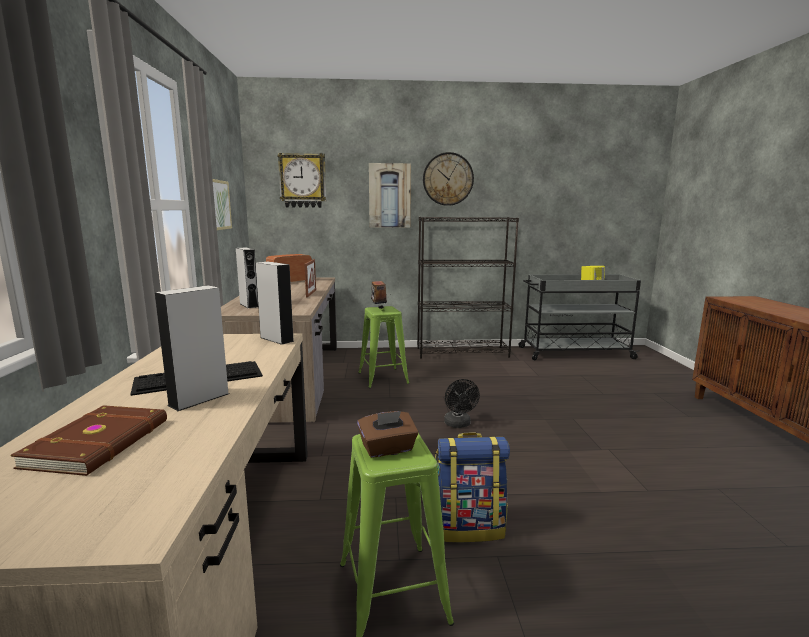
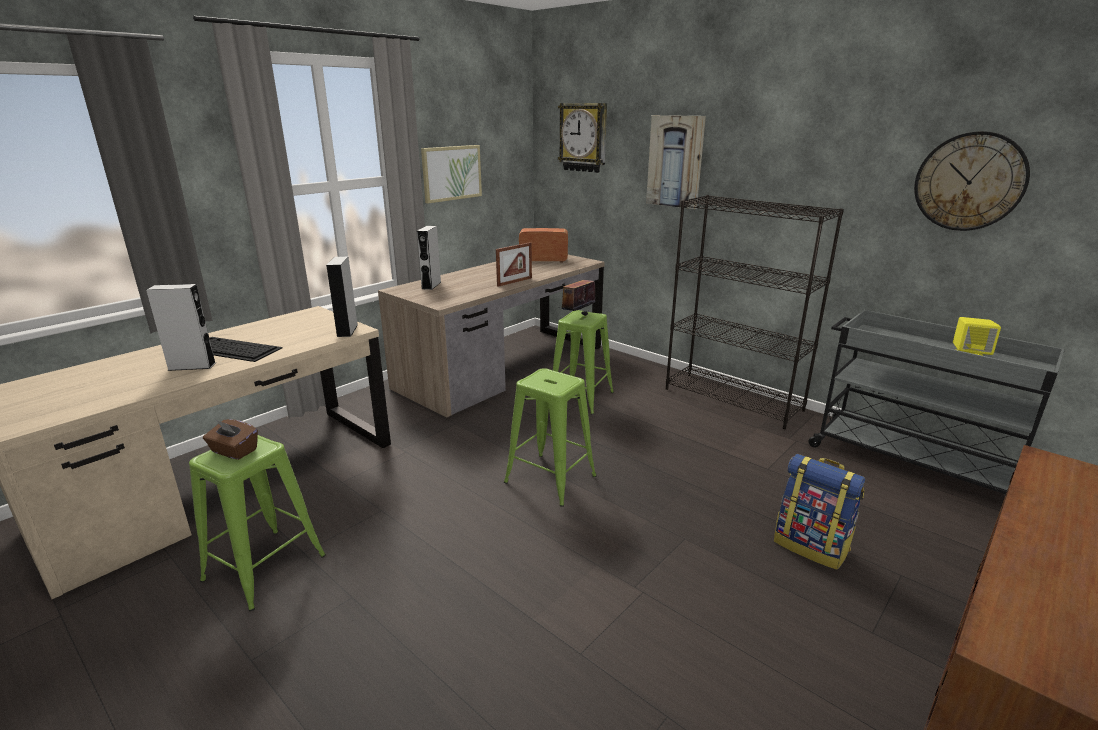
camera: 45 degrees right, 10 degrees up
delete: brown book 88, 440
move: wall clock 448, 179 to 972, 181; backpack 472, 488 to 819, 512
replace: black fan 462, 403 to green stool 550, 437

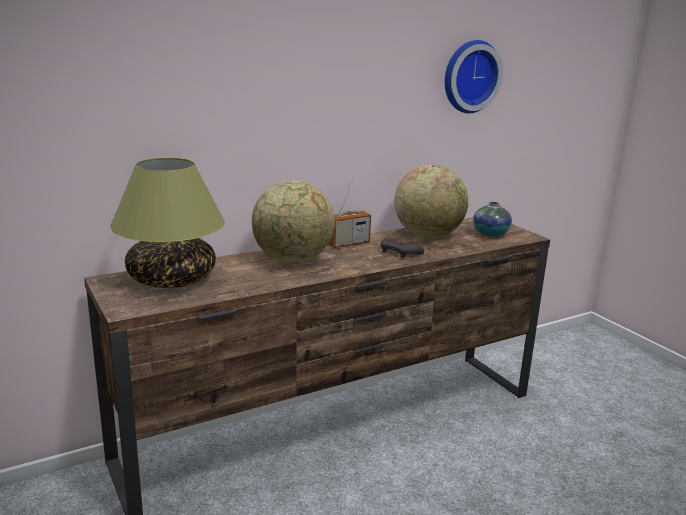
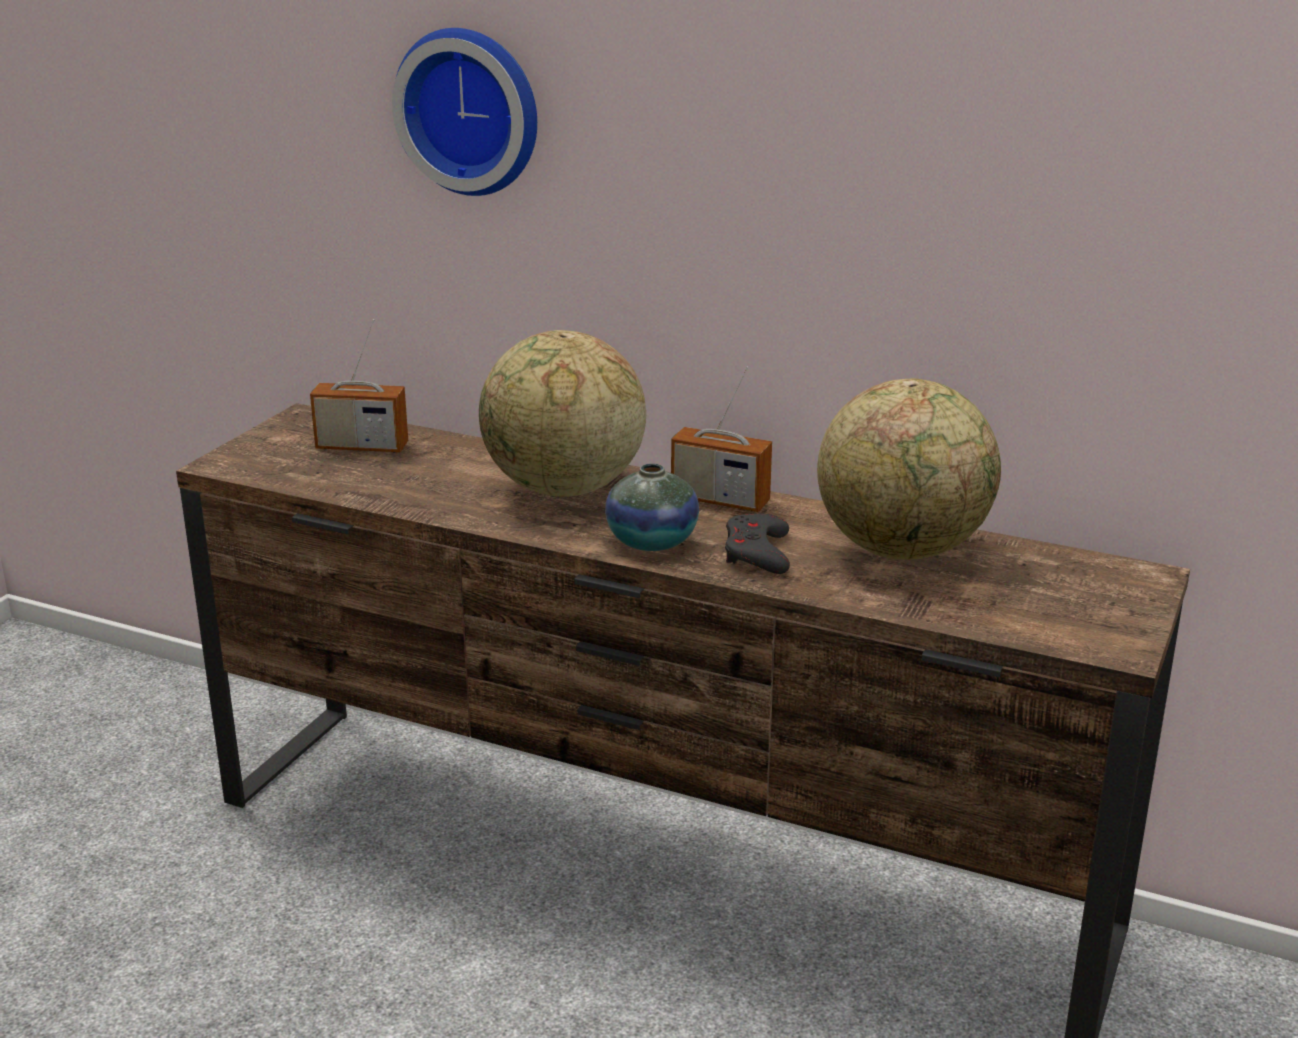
camera: 55 degrees right, 5 degrees up
move: wall clock 474, 76 to 464, 112; vase 492, 219 to 652, 507
replace: table lamp 167, 223 to radio 359, 386

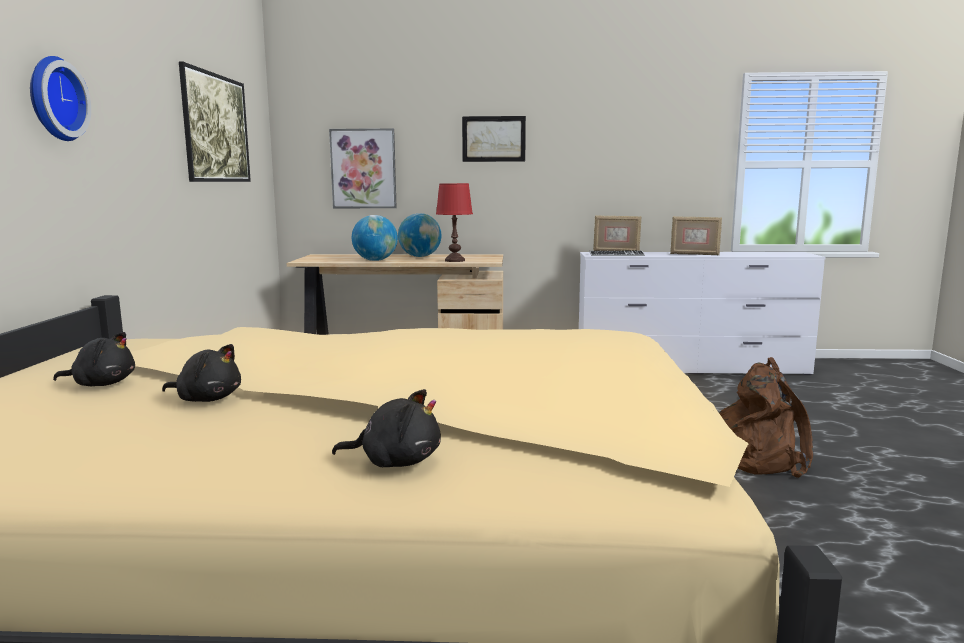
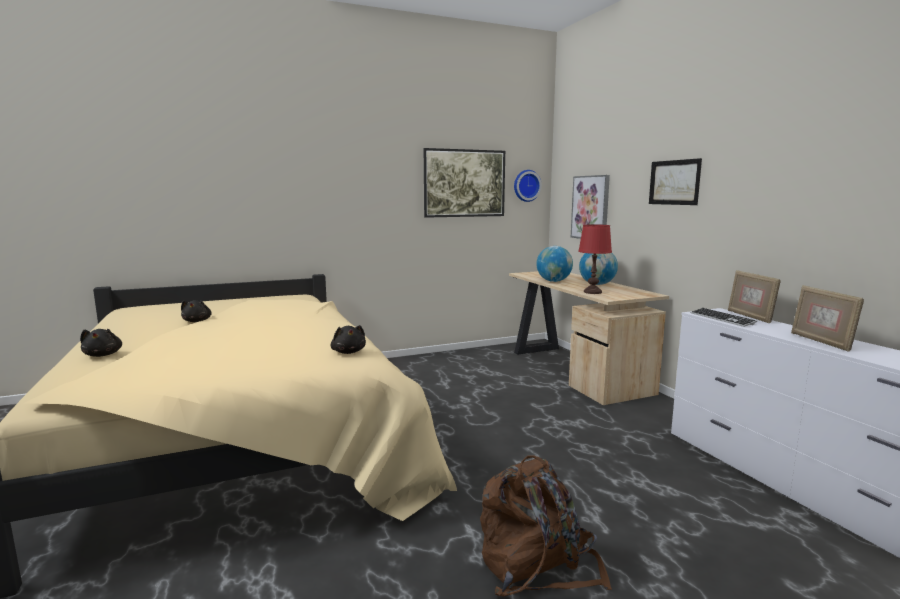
camera: 65 degrees right, 0 degrees up
move: wall clock 60, 98 to 528, 186; black plush toy 94, 359 to 348, 339

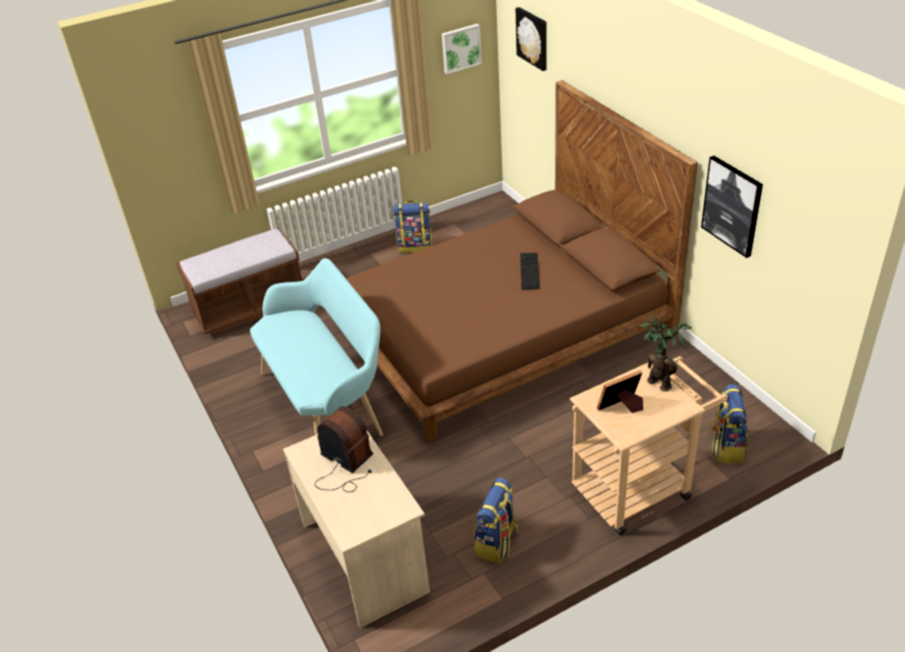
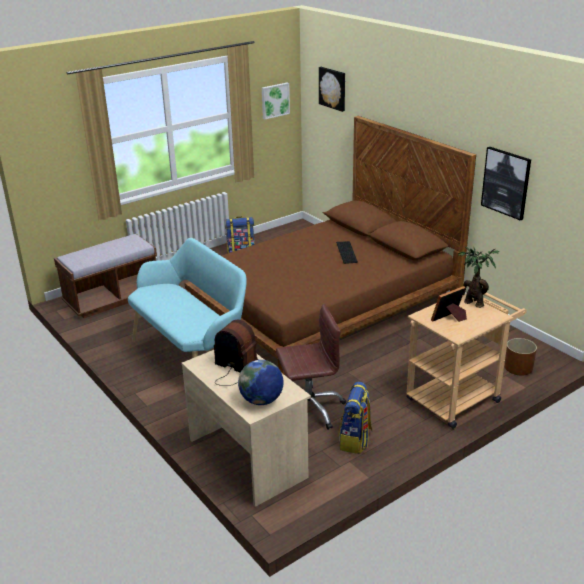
camera: 10 degrees left, 10 degrees down
insert: globe 261, 382; brown office chair 311, 367
replace: backpack 728, 423 to brown planter 520, 356

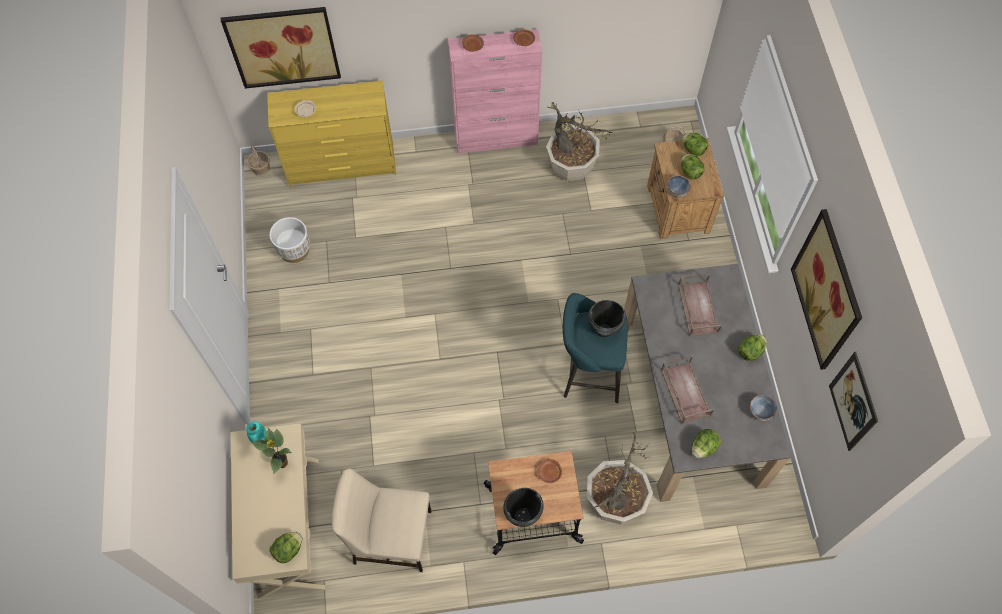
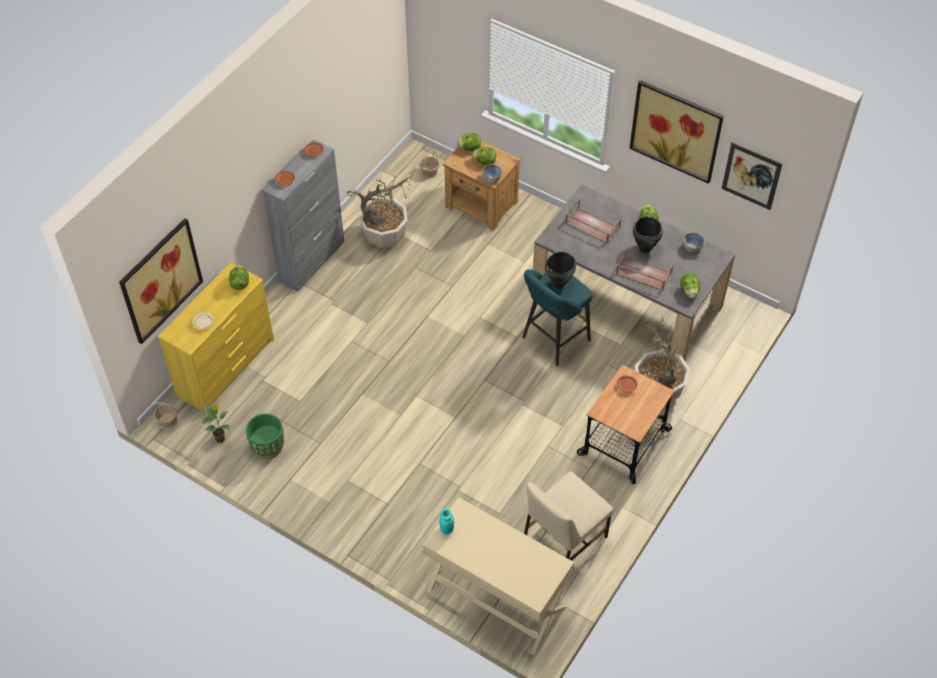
camera: 50 degrees left, 10 degrees down
move: potted plant 271, 451 to 216, 424; lettuce 286, 547 to 239, 277; black cooking pot 523, 507 to 648, 234
recolor: white planter 290, 240 to green planter 265, 436; pink cabinet 495, 92 to grey cabinet 303, 215

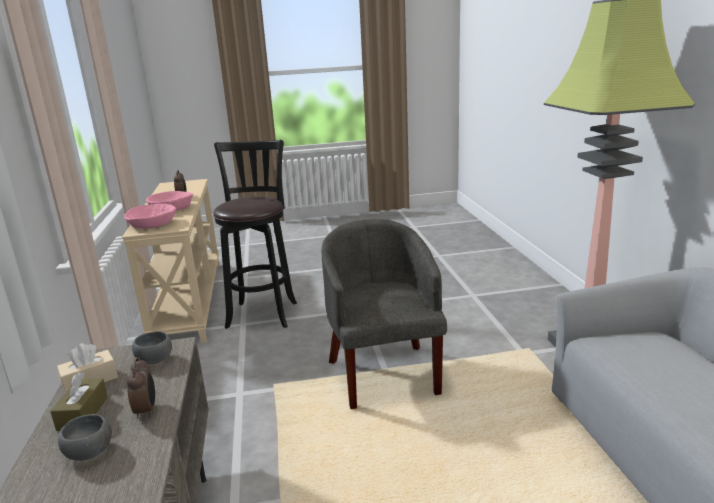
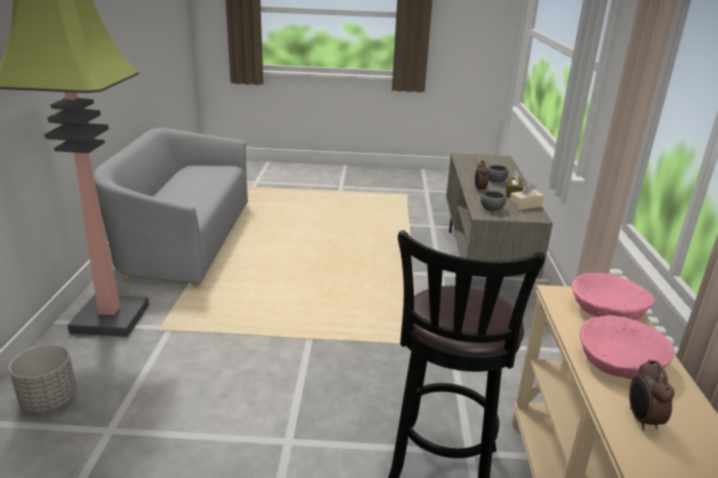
camera: 170 degrees left, 5 degrees up
delete: grey armchair 384, 314
insert: grey planter 43, 378

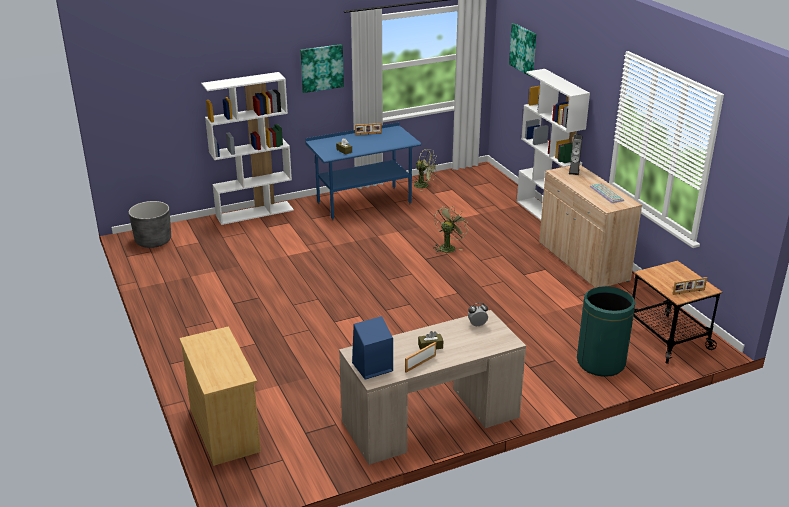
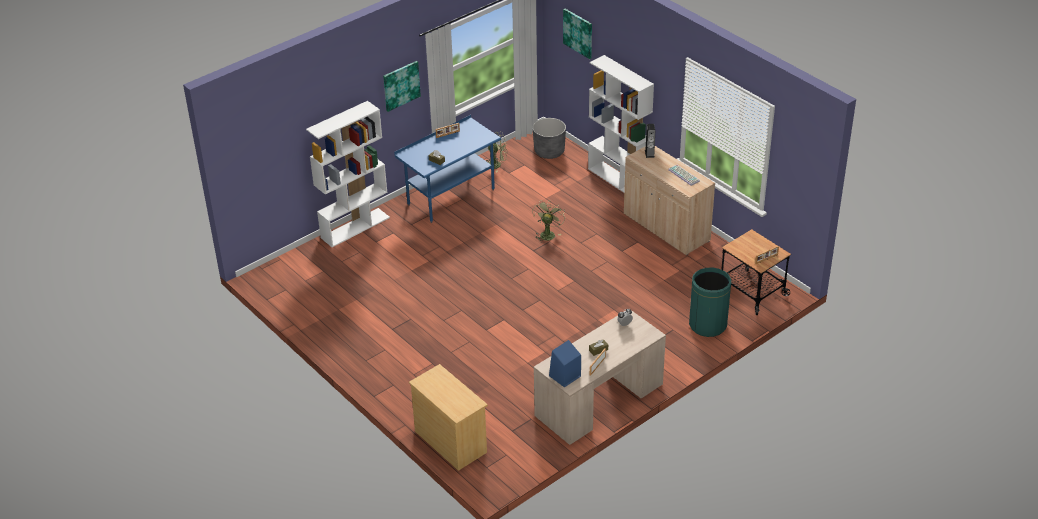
camera: 15 degrees left, 10 degrees up
move: grey planter 150, 224 to 549, 138

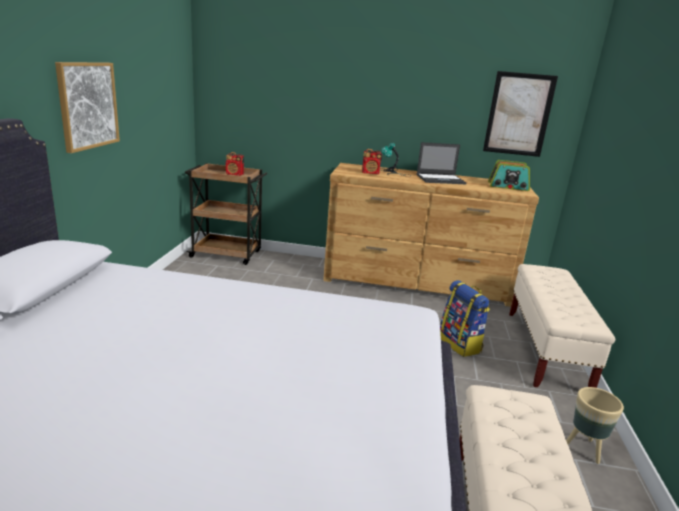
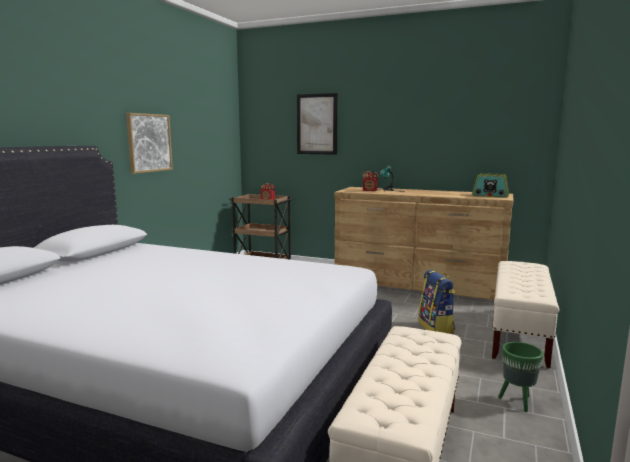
camera: 15 degrees right, 10 degrees down
delete: laptop 441, 163
move: picture 520, 114 to 317, 124
recolor: beige planter 595, 425 to green planter 520, 377

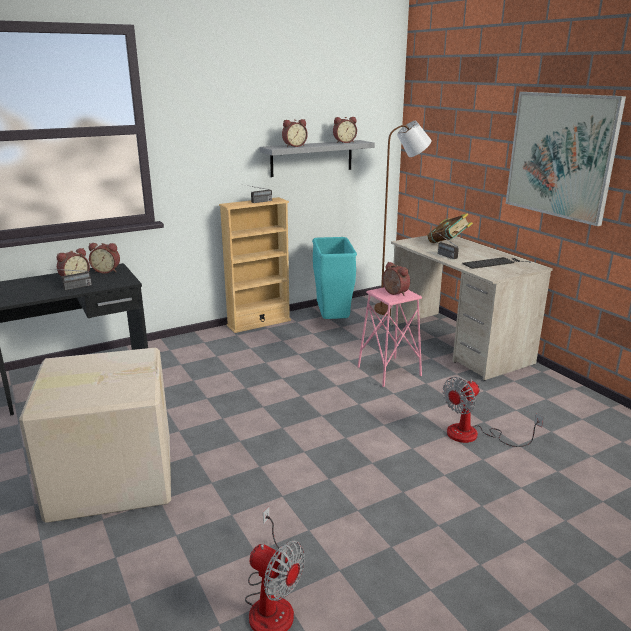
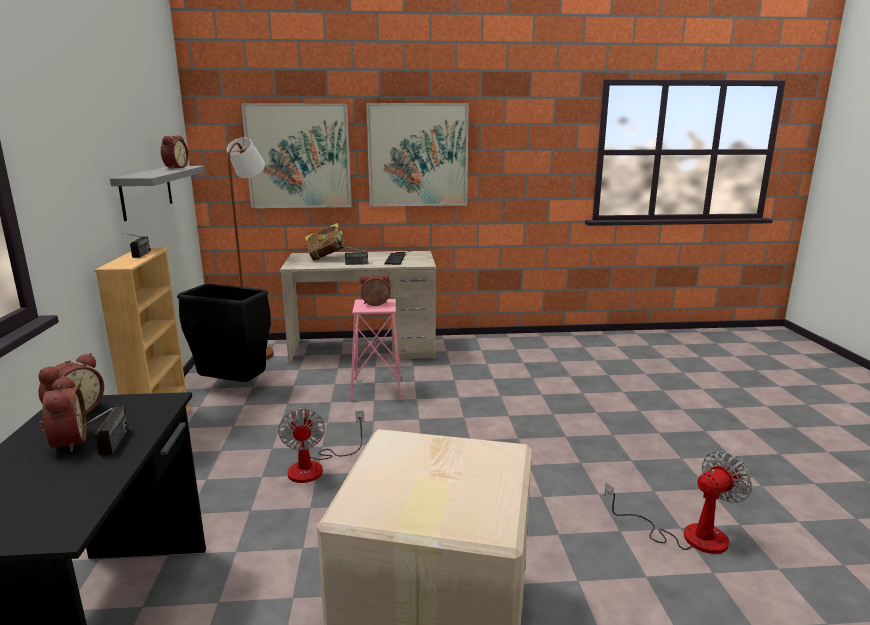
camera: 65 degrees left, 5 degrees down
delete: alarm clock 295, 133
insert: picture 296, 155
move: fan 493, 412 to 321, 445
recolor: turquoise trash can 334, 278 to black trash can 224, 333

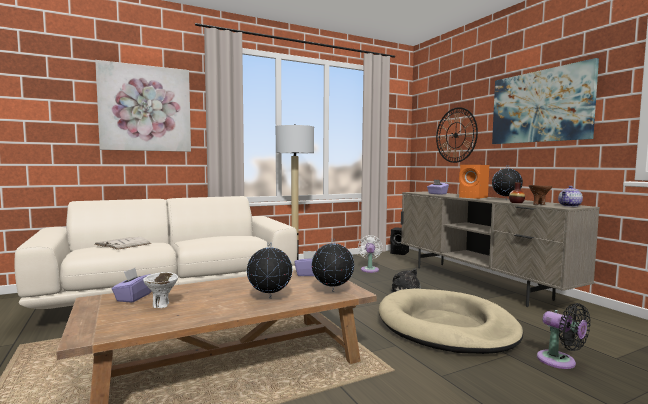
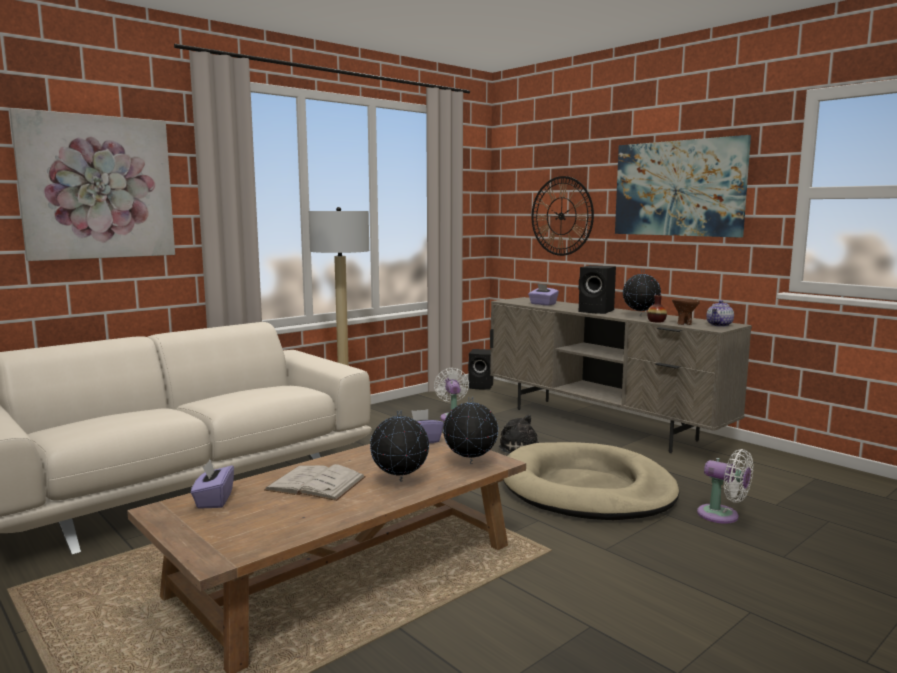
camera: 15 degrees left, 5 degrees up
delete: white bowl 160, 290
move: white book 122, 243 to 315, 482
recolor: orange speaker 474, 182 to black speaker 597, 289; black fan 564, 336 to white fan 725, 486

